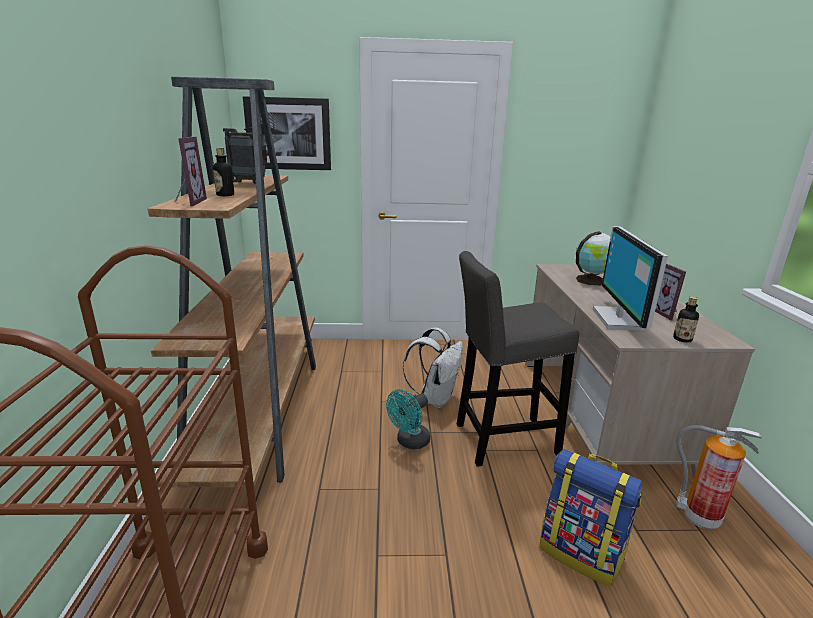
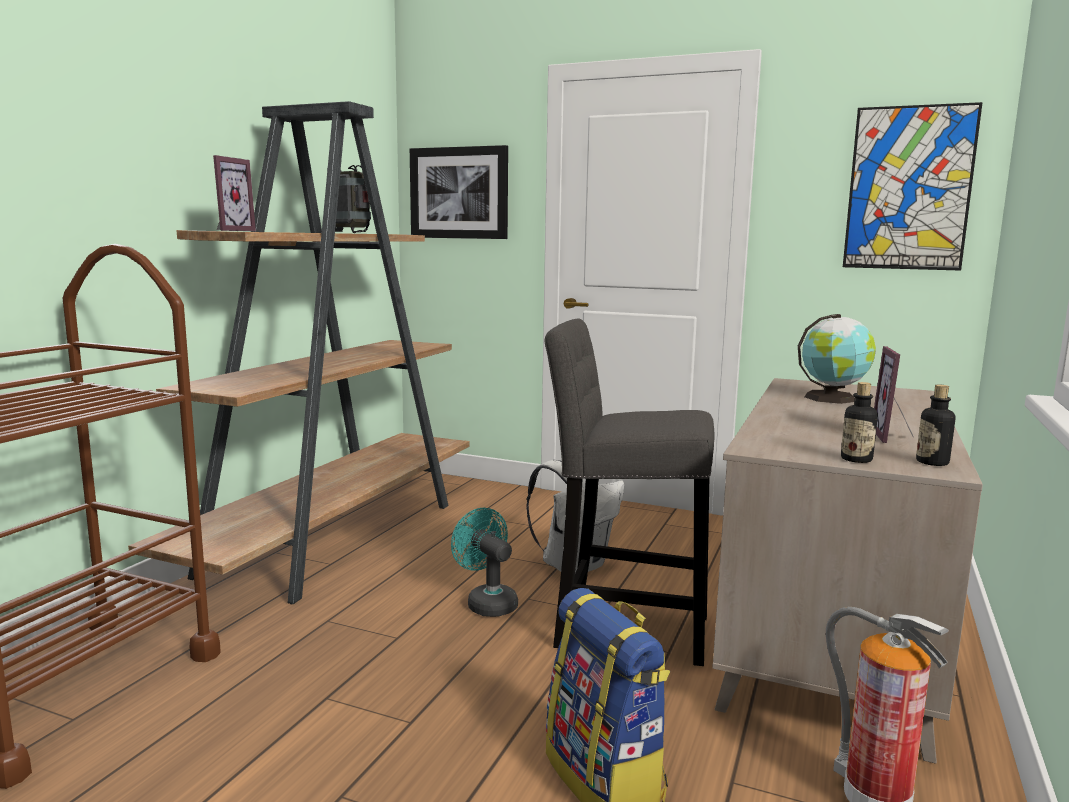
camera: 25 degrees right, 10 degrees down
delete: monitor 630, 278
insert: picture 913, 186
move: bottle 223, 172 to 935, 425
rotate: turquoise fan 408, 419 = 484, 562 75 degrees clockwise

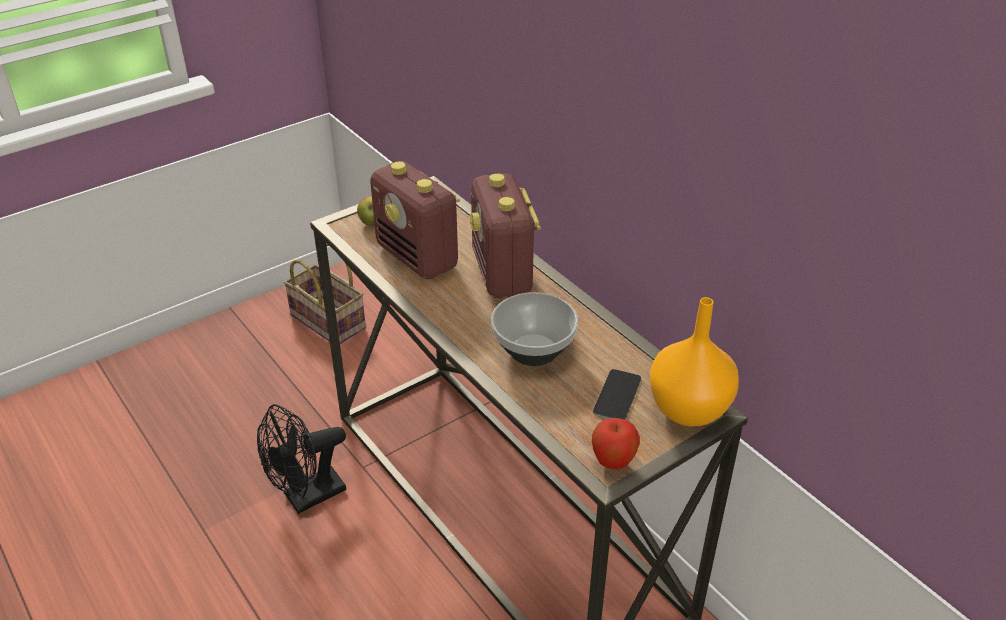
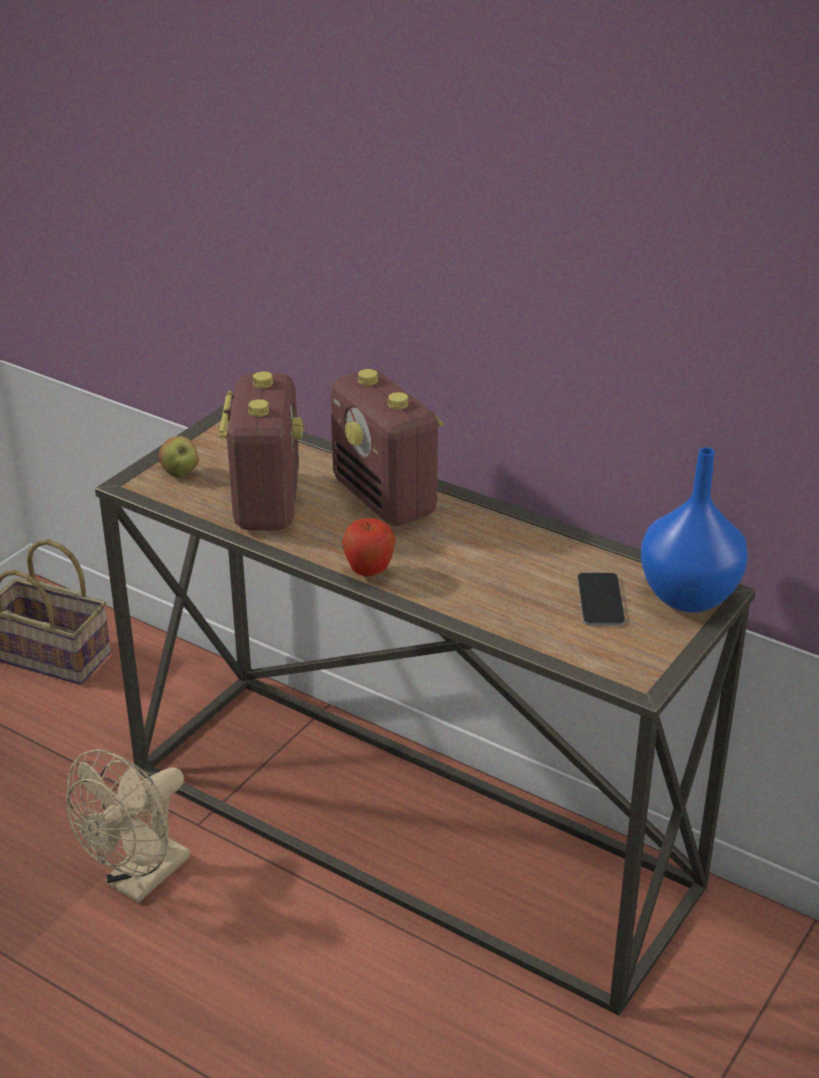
camera: 20 degrees left, 5 degrees down
delete: bowl 534, 329
move: apple 616, 443 to 369, 547
recolor: black fan 301, 459 to beige fan 128, 826; orange vase 694, 361 to blue vase 694, 530
rotate: radio 415, 220 = 262, 451 120 degrees counterclockwise

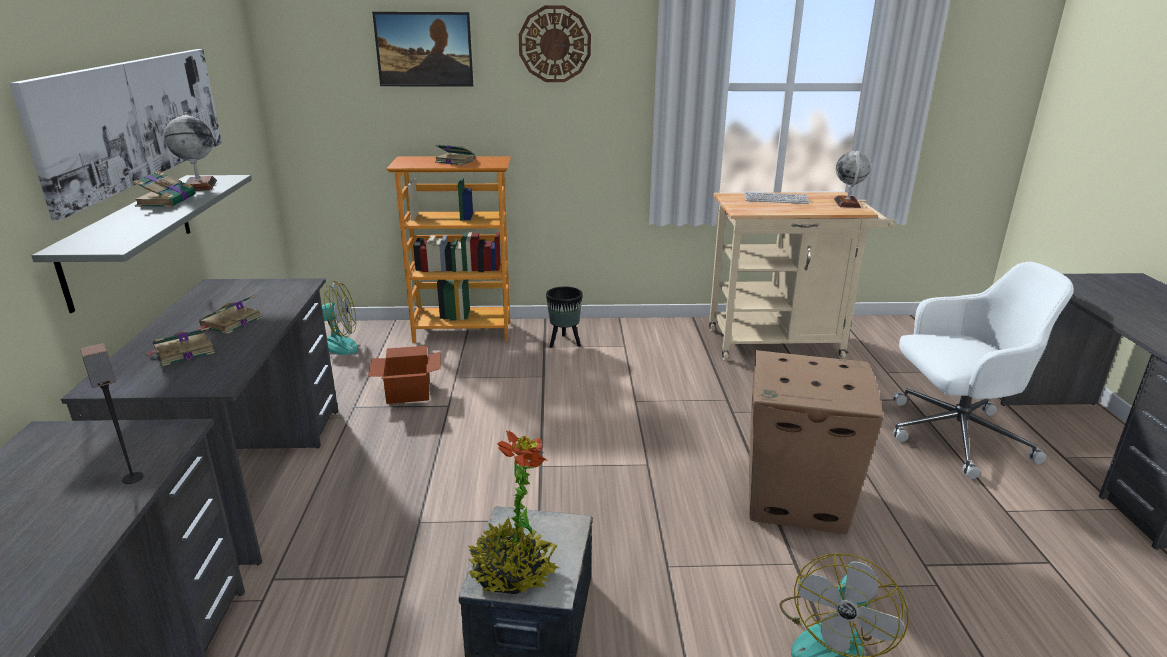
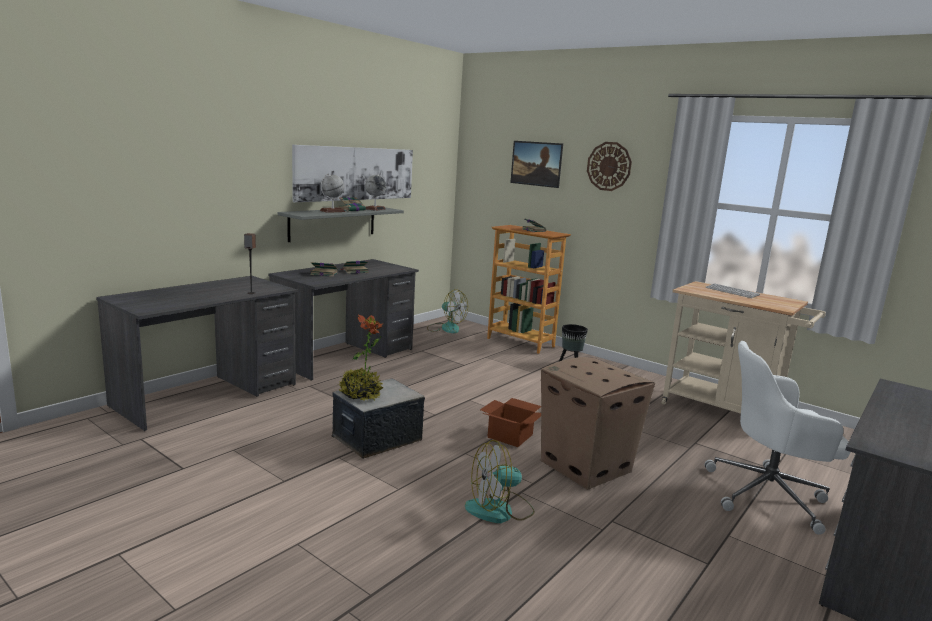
camera: 40 degrees right, 10 degrees down
move: cardboard box 404, 375 to 510, 422; globe 852, 179 to 332, 193
rotate: white office chair 983, 370 = 777, 438 150 degrees clockwise

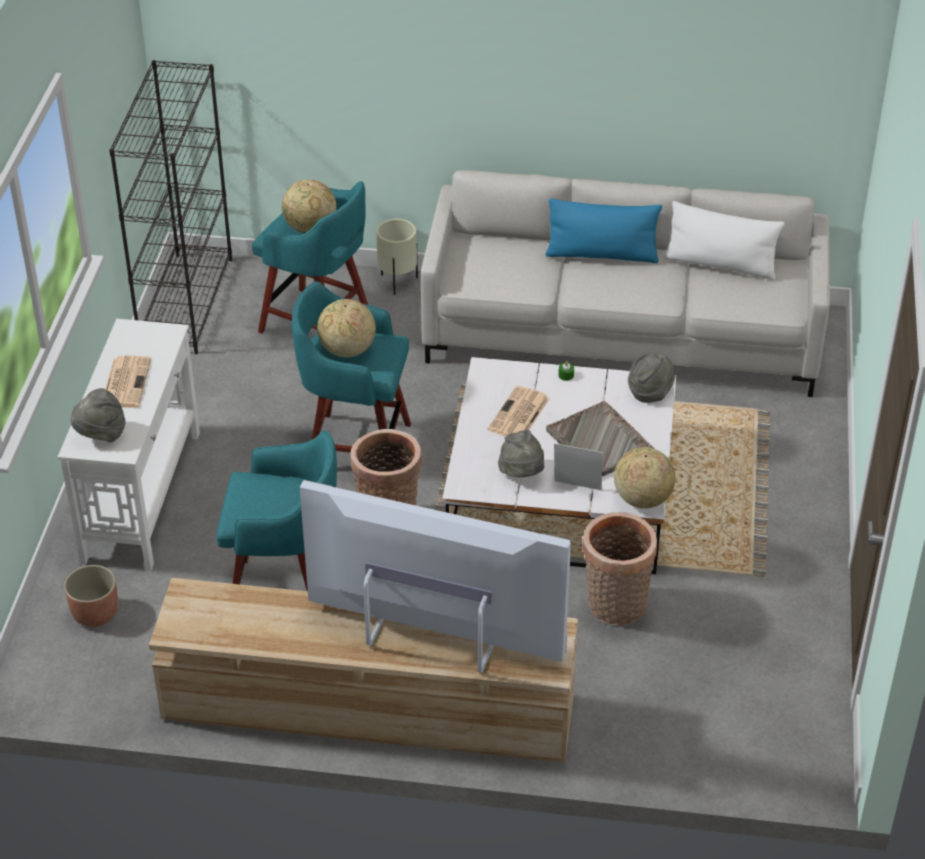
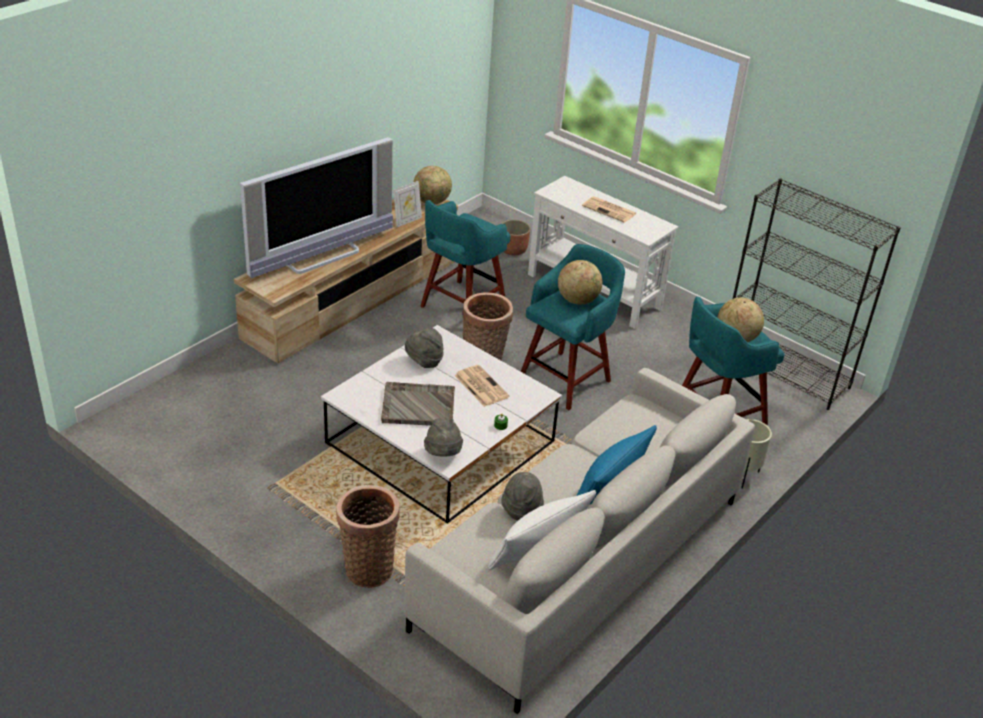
camera: 120 degrees right, 5 degrees down
move: grey hat 98, 415 to 522, 496; picture frame 578, 466 to 407, 204; basket 619, 569 to 368, 536; globe 645, 478 to 433, 185

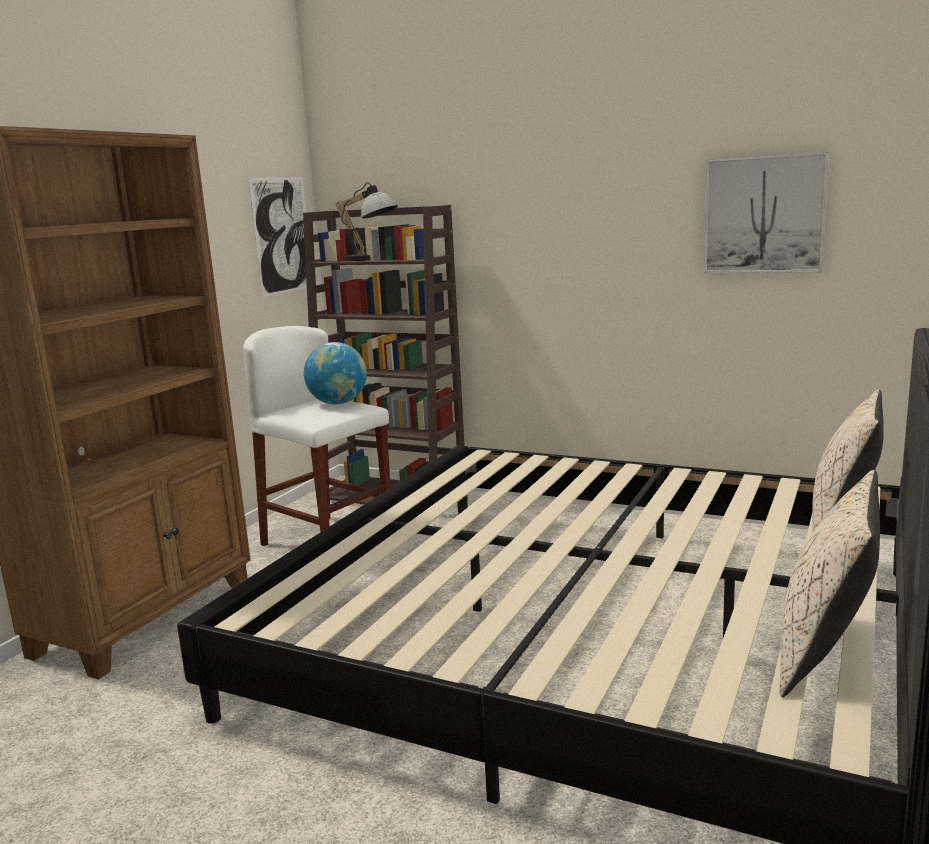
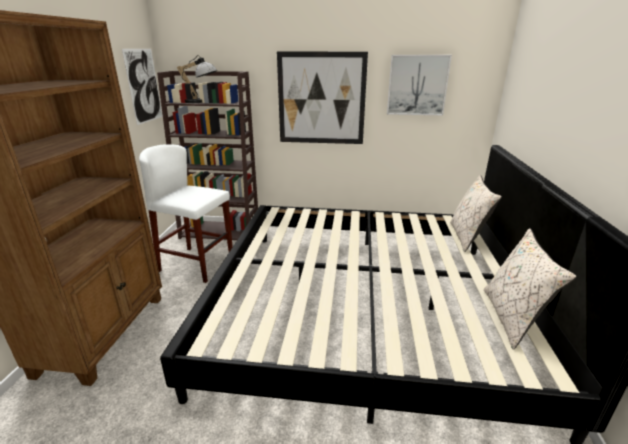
camera: 20 degrees left, 10 degrees up
delete: globe 335, 373
insert: picture 322, 98

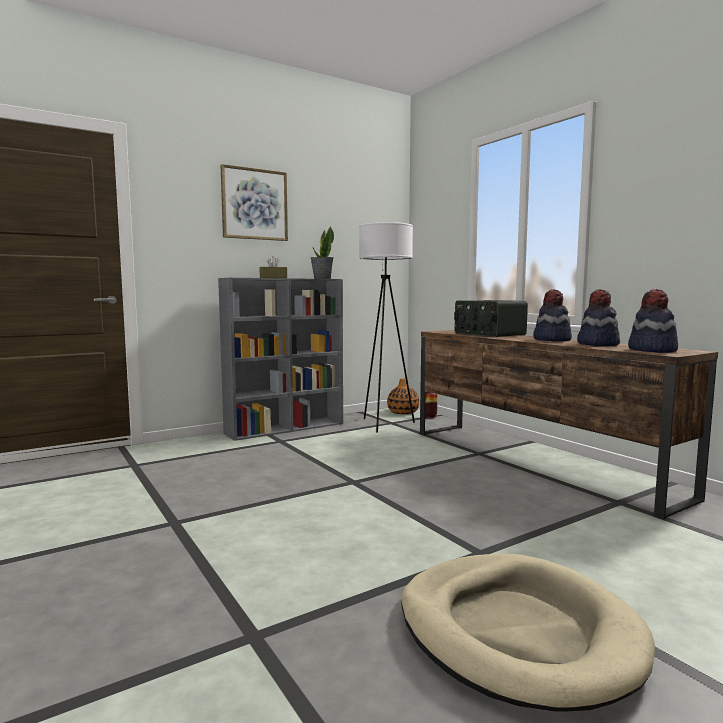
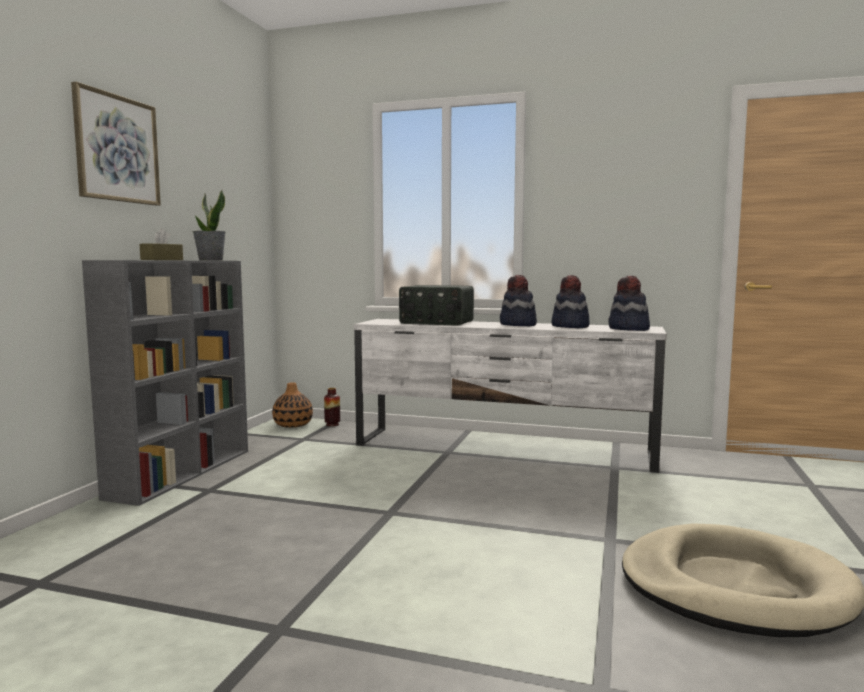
camera: 40 degrees left, 0 degrees up
delete: white floor lamp 387, 327
recolor: brown tv stand 569, 424 to white tv stand 510, 395

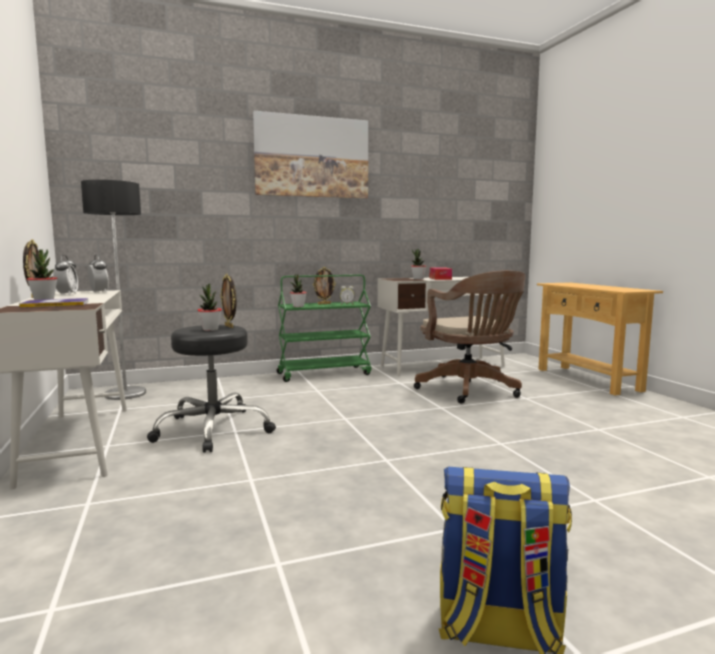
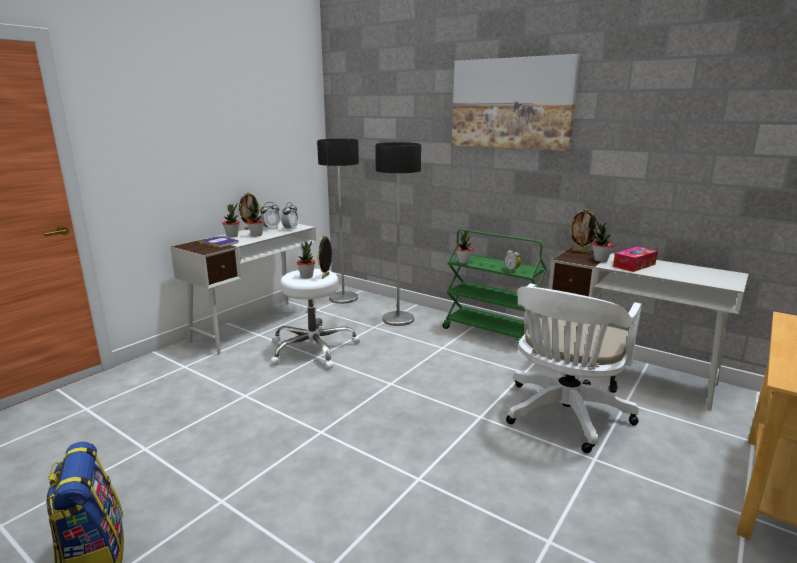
camera: 55 degrees right, 10 degrees up
insert: potted plant 255, 220; floor lamp 398, 234
move: picture frame 324, 285 to 584, 231
recolor: black stool 211, 389 to white stool 315, 319; brown office chair 470, 337 to white office chair 574, 368

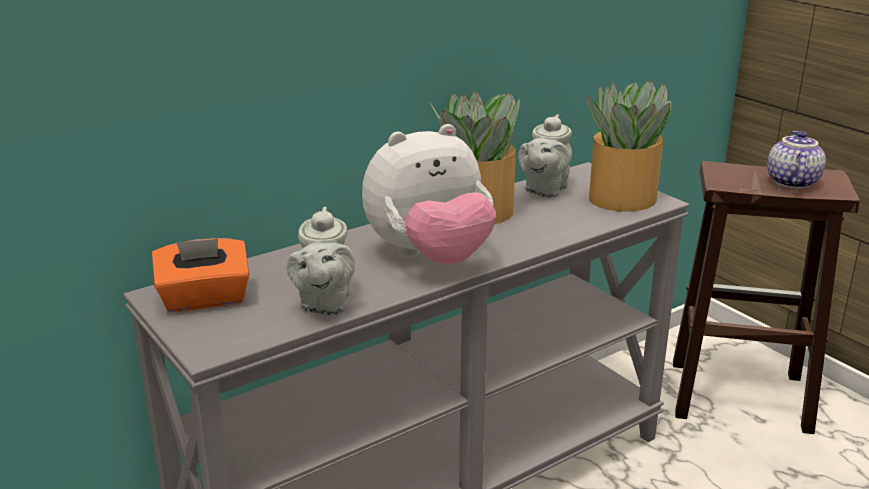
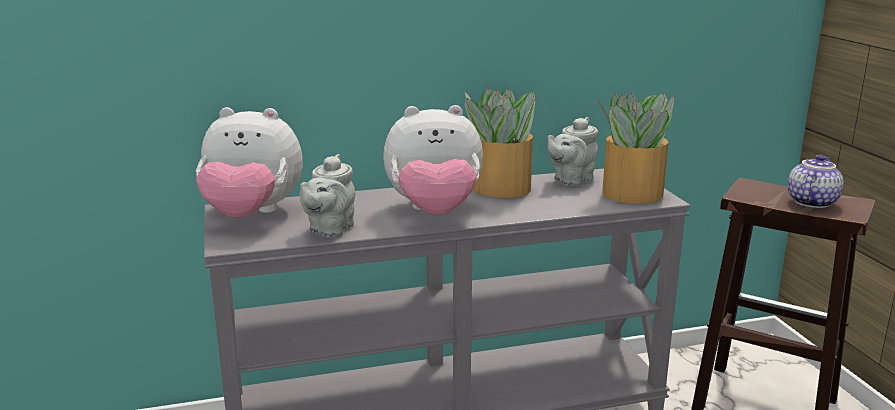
camera: 20 degrees right, 5 degrees down
replace: orange tissue box 201, 275 to plush toy 249, 163

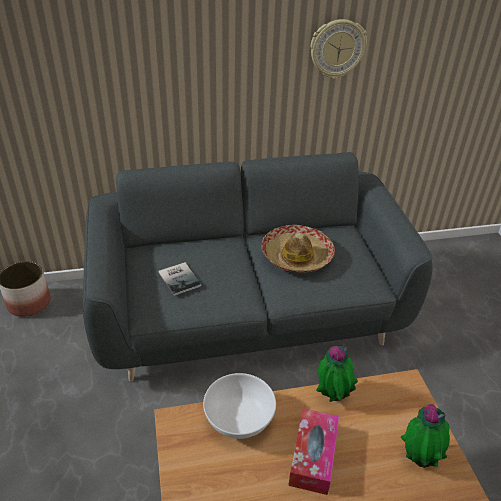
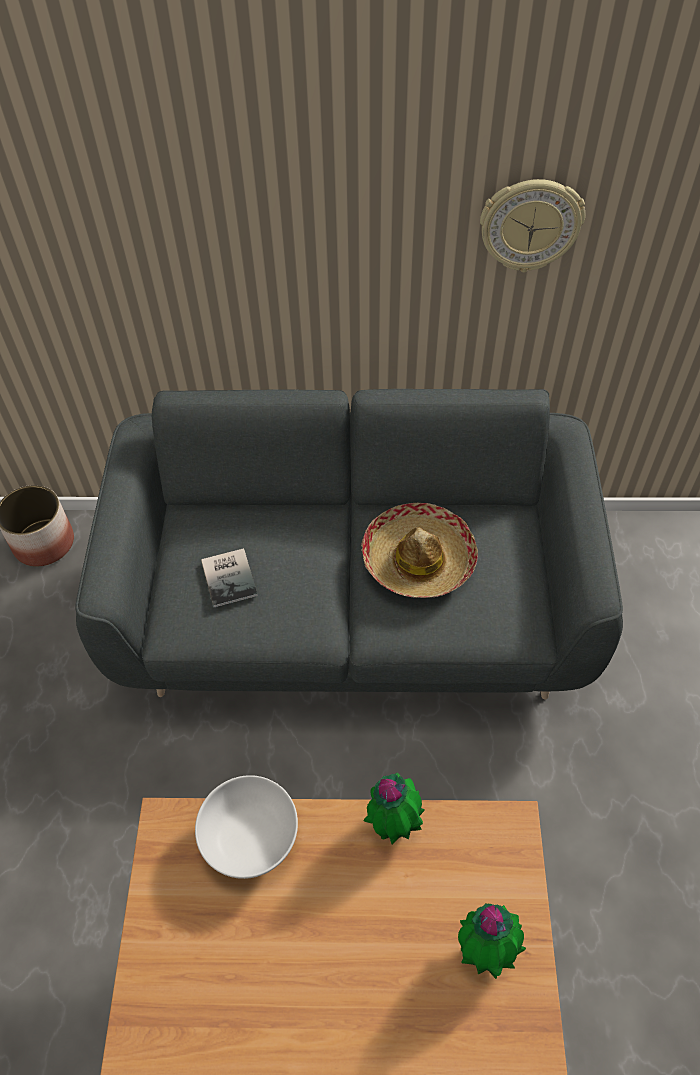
camera: 15 degrees right, 15 degrees up
delete: tissue box 313, 451

